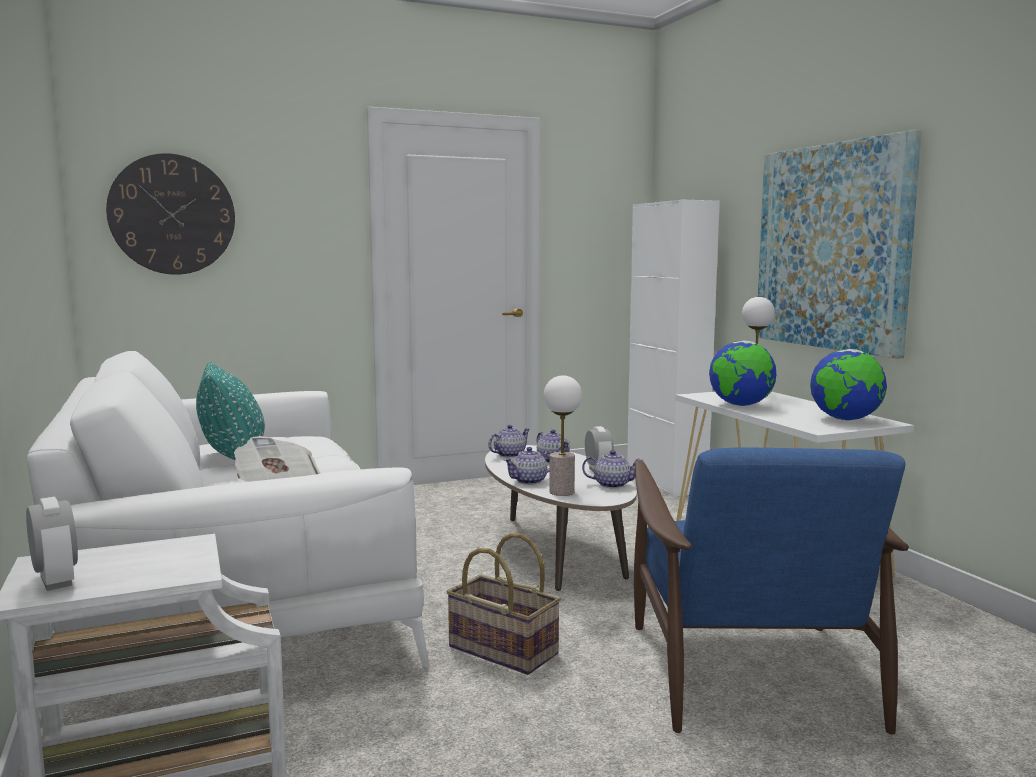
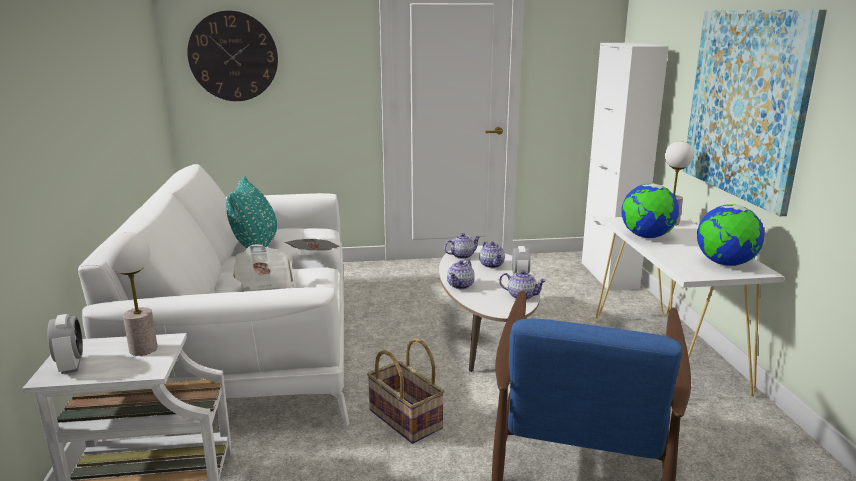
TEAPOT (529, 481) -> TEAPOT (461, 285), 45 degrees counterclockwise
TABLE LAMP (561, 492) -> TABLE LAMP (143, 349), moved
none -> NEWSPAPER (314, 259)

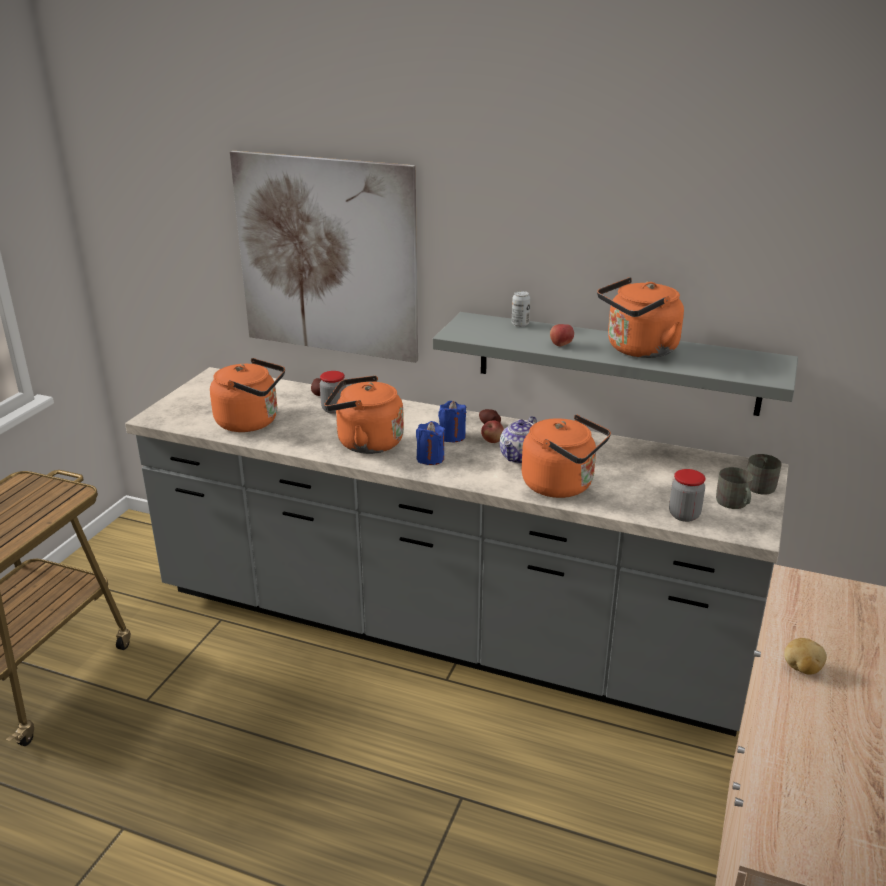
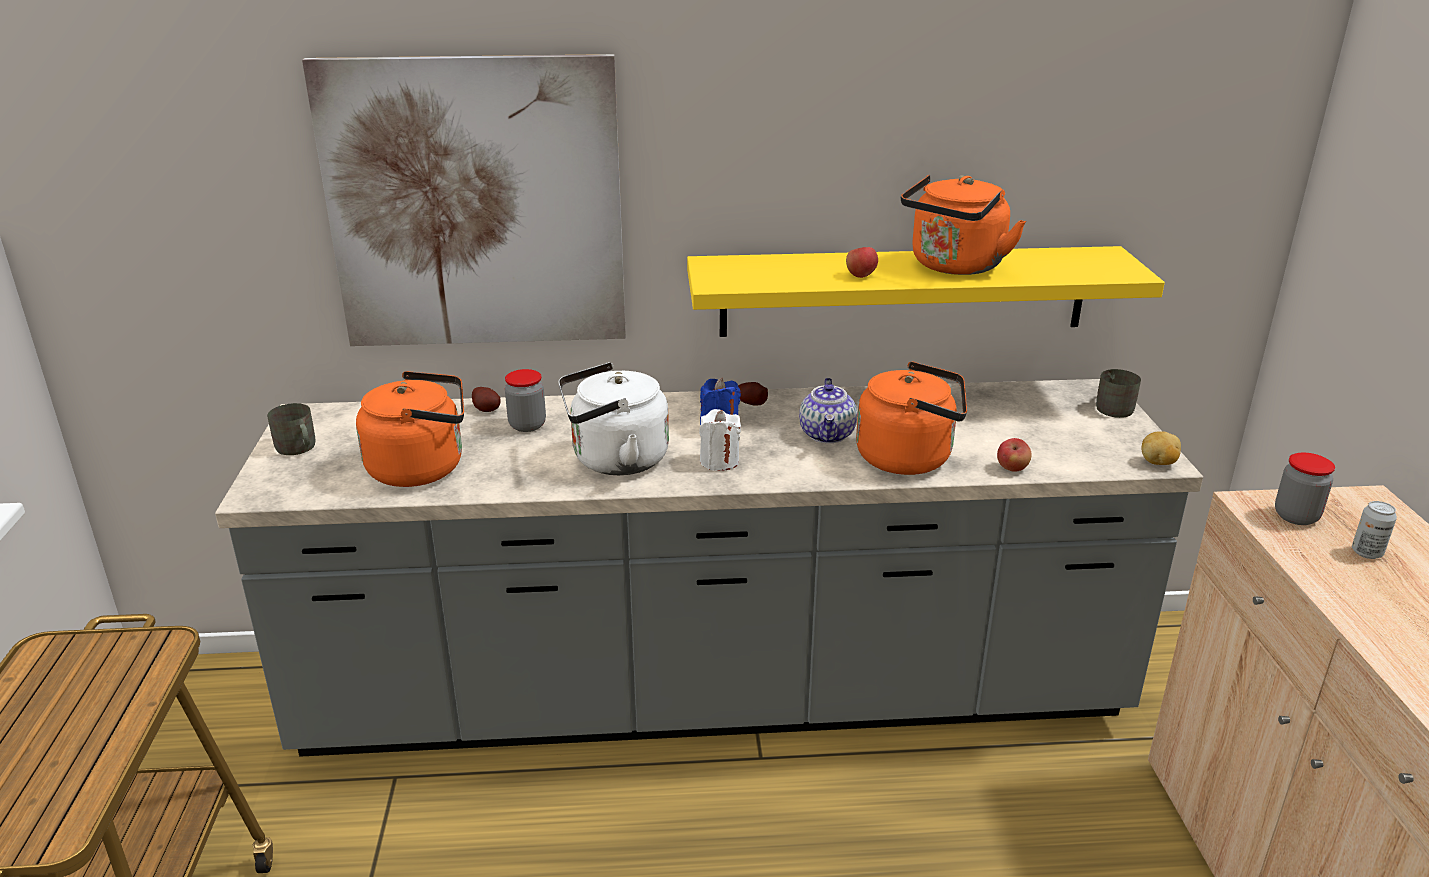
ORANGE TEA KETTLE (365, 443) -> WHITE TEA KETTLE (614, 461)
BLUE-COLOURED WAX CANDLE (430, 458) -> WHITE WAX CANDLE (719, 461)
GREYISH BRACKET SHELF (616, 363) -> YELLOW-COLOURED BRACKET SHELF (903, 291)
APPLE FRUIT (492, 441) -> APPLE FRUIT (1012, 468), moved
METAL CAN (520, 324) -> METAL CAN (1366, 552), moved
STORAGE JAR (684, 515) -> STORAGE JAR (1296, 516), moved
GREYISH COFFEE MUG (733, 503) -> GREYISH COFFEE MUG (298, 448), moved
WHOLE POTATO (802, 669) -> WHOLE POTATO (1158, 463), moved

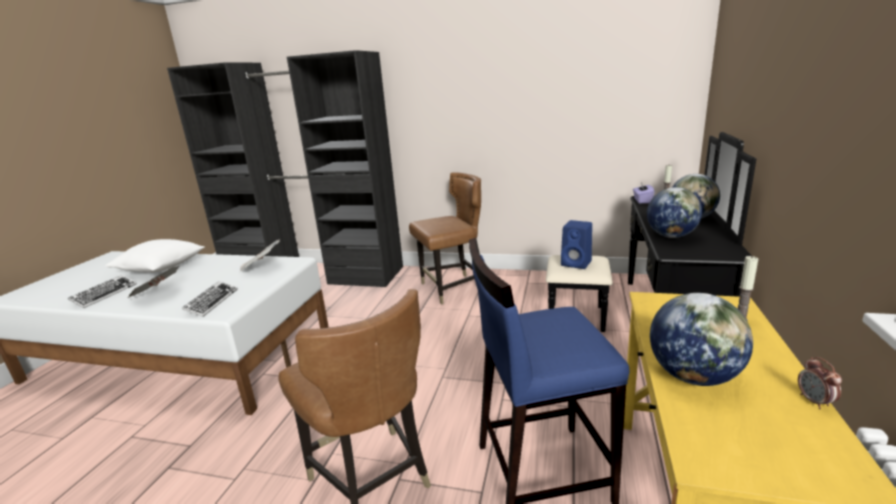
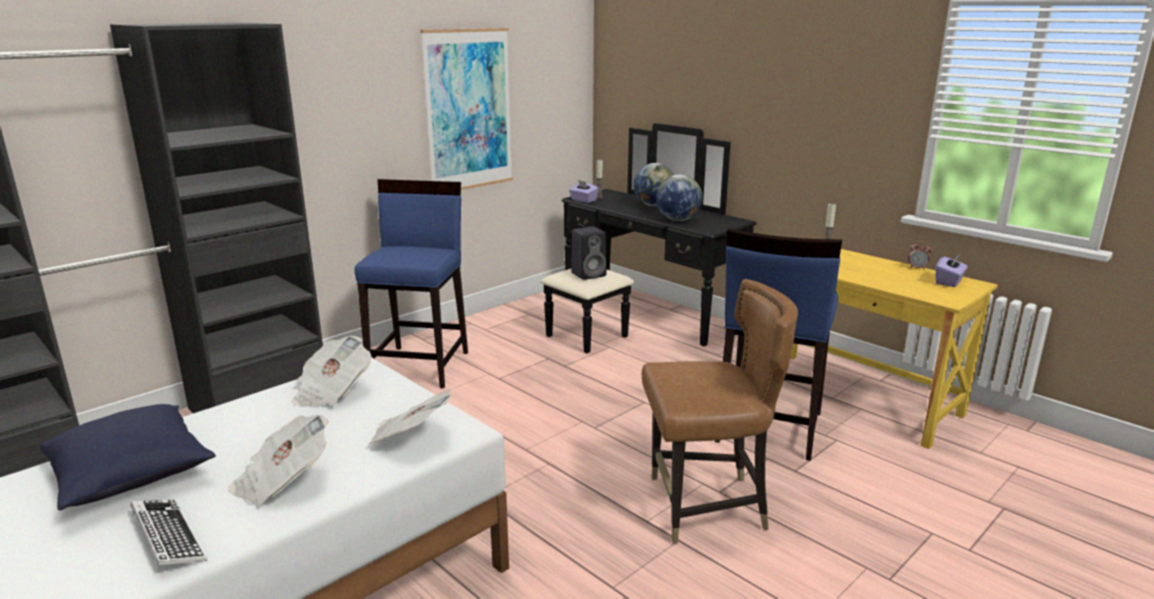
WHITE THROW PILLOW (161, 268) -> BLUE-COLOURED THROW PILLOW (132, 476)
COMPUTER KEYBOARD (212, 302) -> NEWSPAPER (411, 437)
BROWN PLAIN CHAIR (452, 288) -> BLUE-COLOURED SITTING STOOL (420, 366)
BLUE-COLOURED LOUDSPEAKER (577, 263) -> BLACK LOUDSPEAKER (589, 274)
DESK GLOBE (693, 376) -> none
none -> WALL PICTURE (469, 110)
none -> PURPLISH BOX OF TISSUES (949, 282)

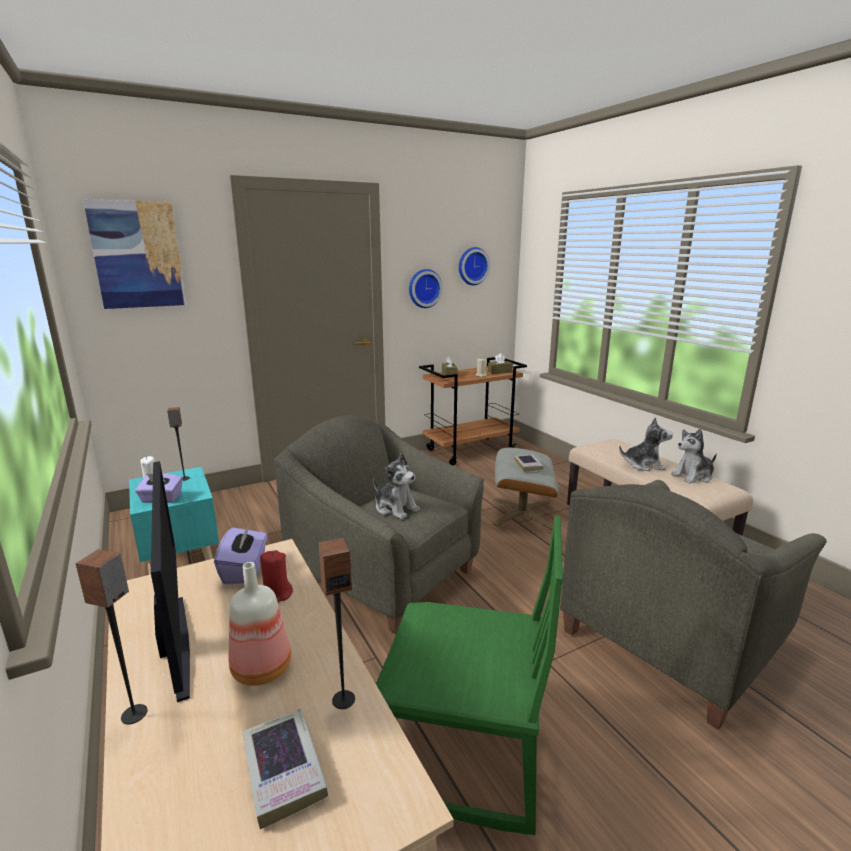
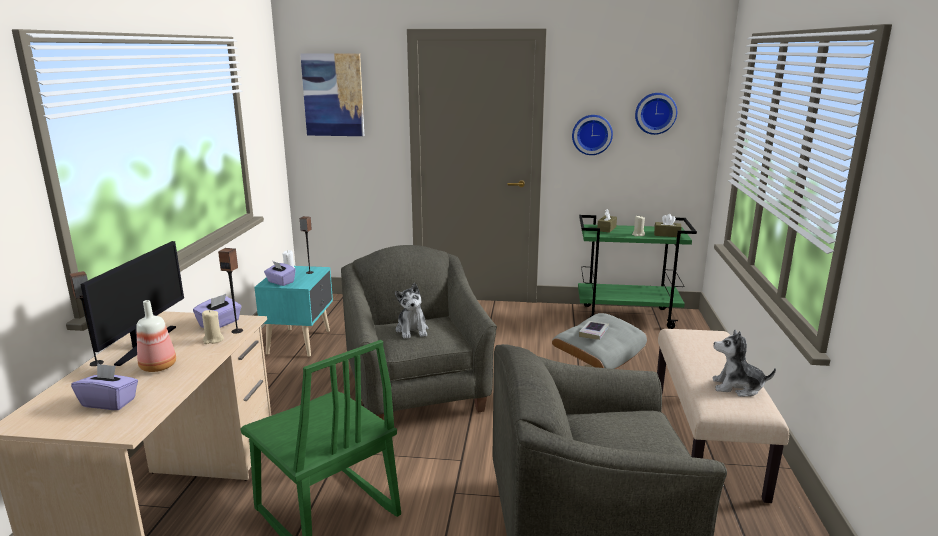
VOLUME (283, 769) -> PURPLISH BOX OF TISSUES (109, 402)
RED WAX CANDLE (276, 595) -> SAND-COLOURED WAX CANDLE (213, 340)
LOUDSPEAKER (343, 699) -> LOUDSPEAKER (237, 331), moved
BROWN CART (471, 450) -> GREENISH CART (627, 316)
SOFT TOY (643, 465) -> none

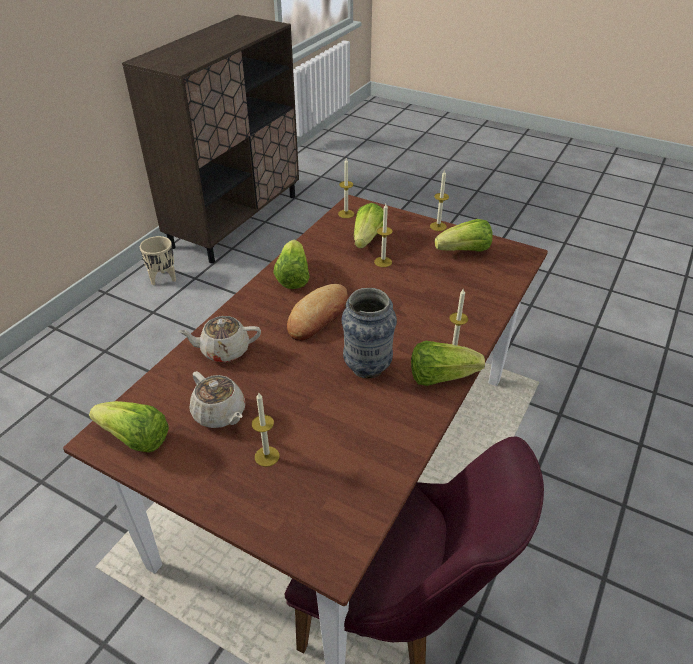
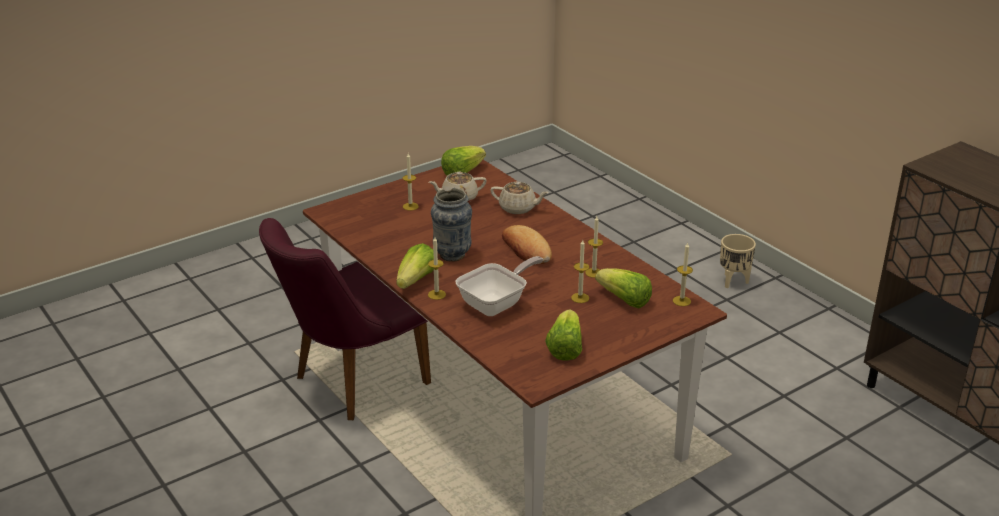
SAND-COLOURED FLOWER POT (164, 279) -> SAND-COLOURED FLOWER POT (733, 281), moved
SAND-COLOURED TEAPOT (224, 350) -> SAND-COLOURED TEAPOT (518, 208), 90 degrees clockwise
LETTUCE HEAD (293, 277) -> none
WAX CANDLE (438, 226) -> WAX CANDLE (594, 273), moved
none -> SKILLET (497, 303)

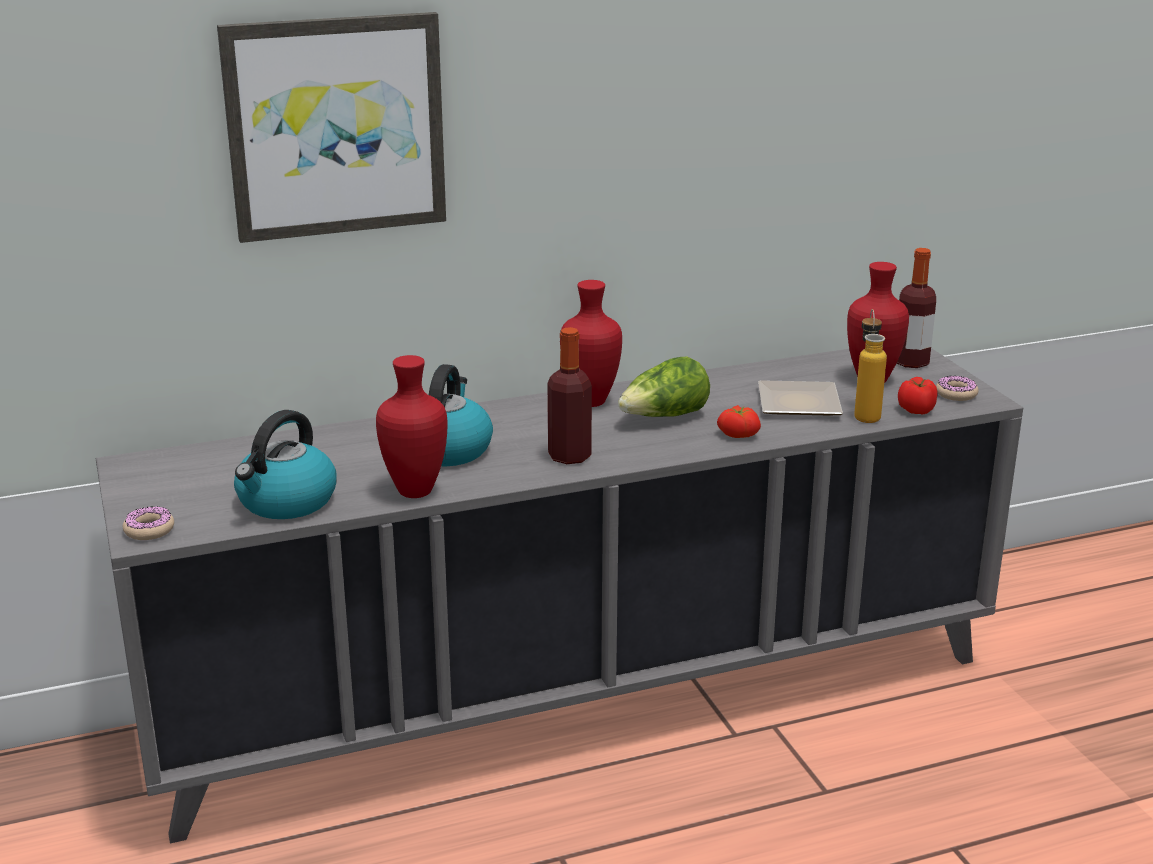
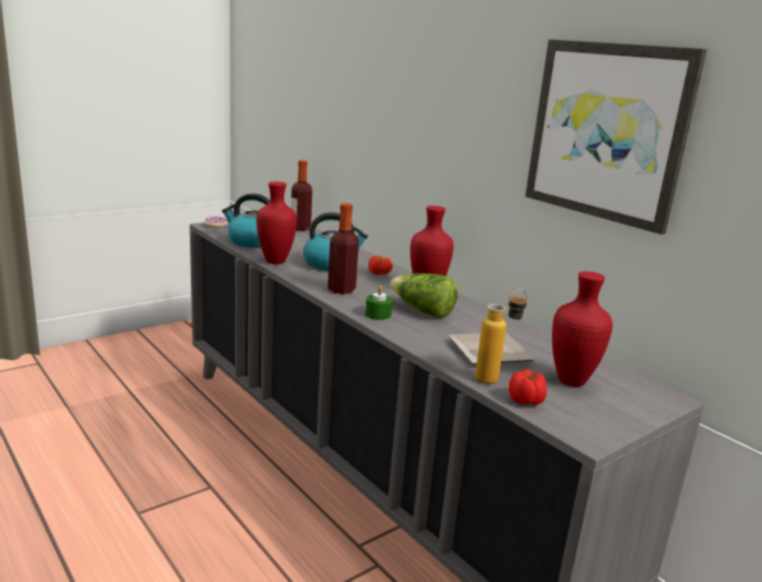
WALL PICTURE (335, 126) -> WALL PICTURE (607, 132), moved
FRESH TOMATO (738, 434) -> FRESH TOMATO (379, 273), moved
BEVERAGE BOTTLE (911, 362) -> BEVERAGE BOTTLE (300, 228), moved
DONUT (956, 394) -> none
none -> GREENISH WAX CANDLE (378, 314)

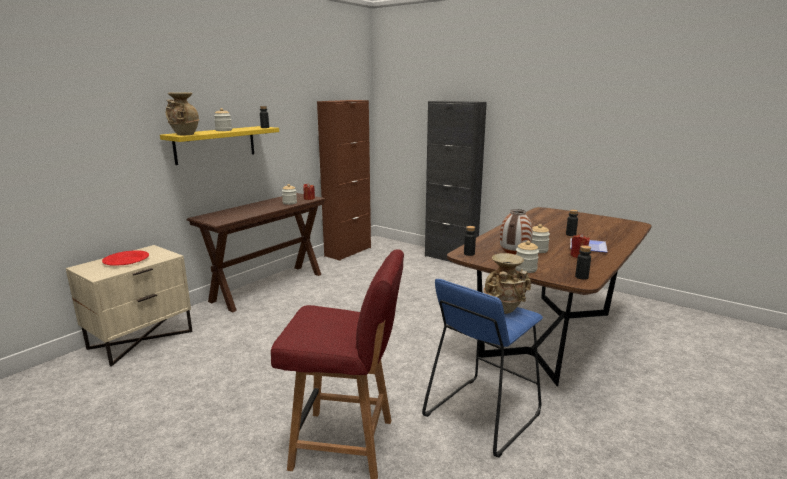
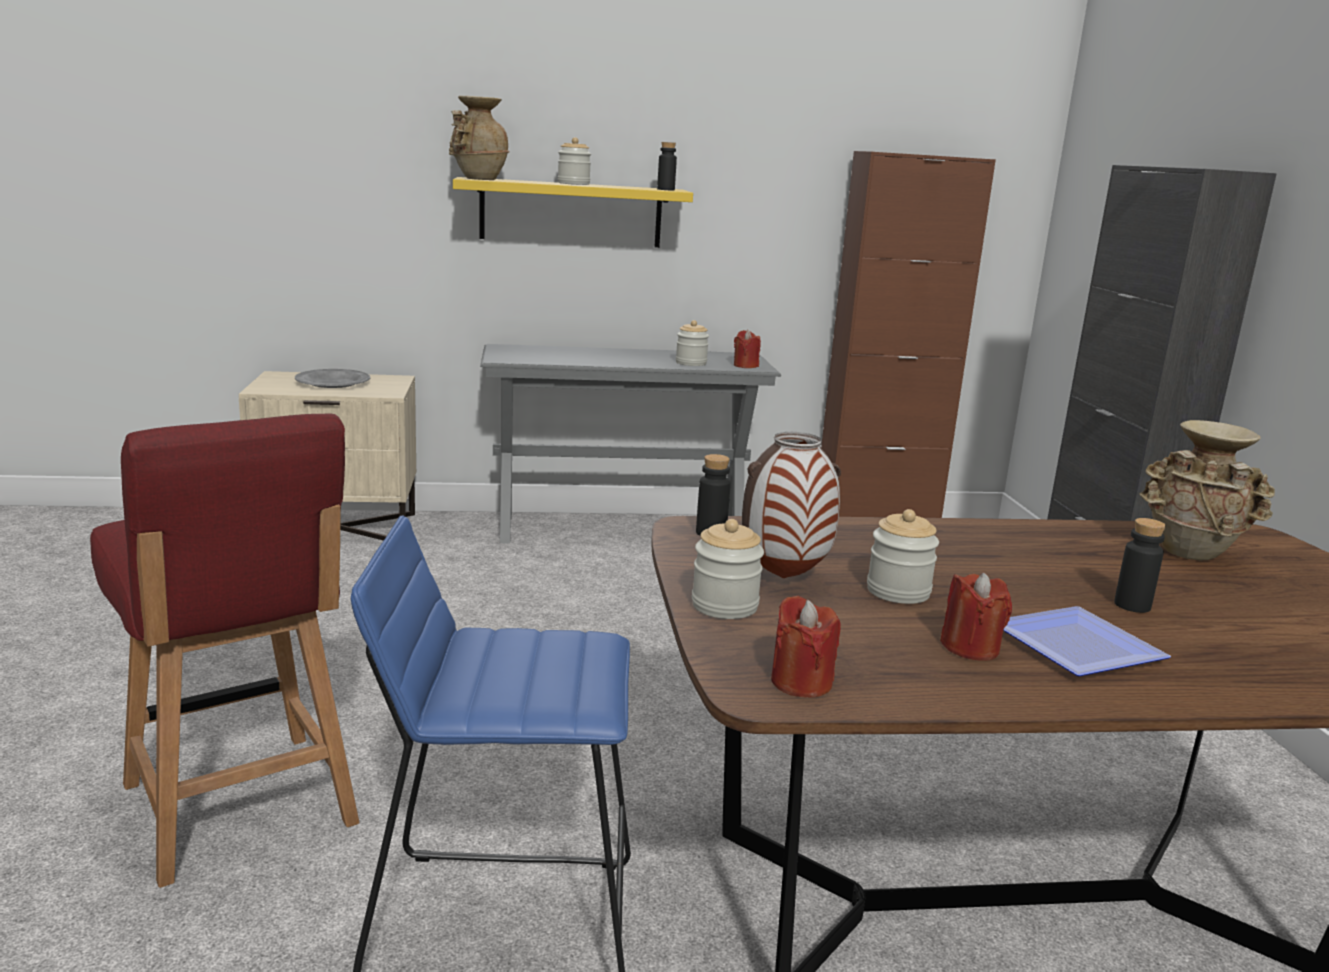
RED FLAT DISH (126, 261) -> GREYISH FLAT DISH (332, 383)
BROWN CONSOLE TABLE (268, 287) -> GREYISH CONSOLE TABLE (621, 530)
SAND-COLOURED FLOWER VASE (504, 310) -> SAND-COLOURED FLOWER VASE (1191, 554), moved
BLACK BEVERAGE BOTTLE (581, 277) -> RED WAX CANDLE (801, 682)

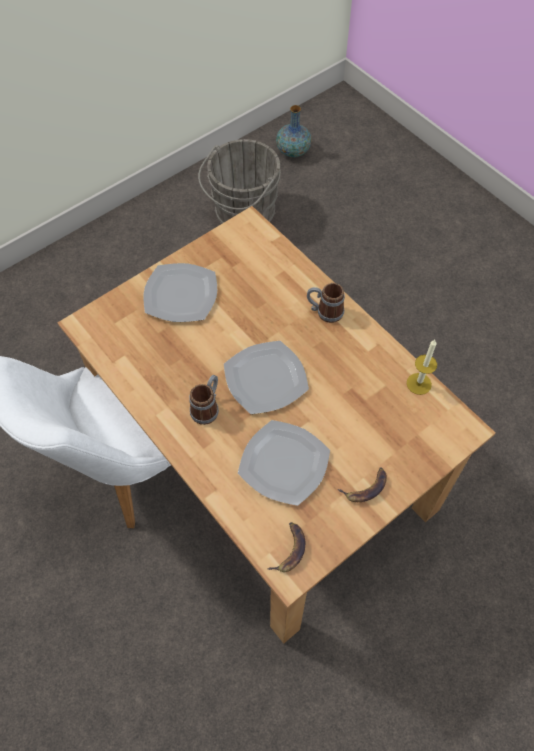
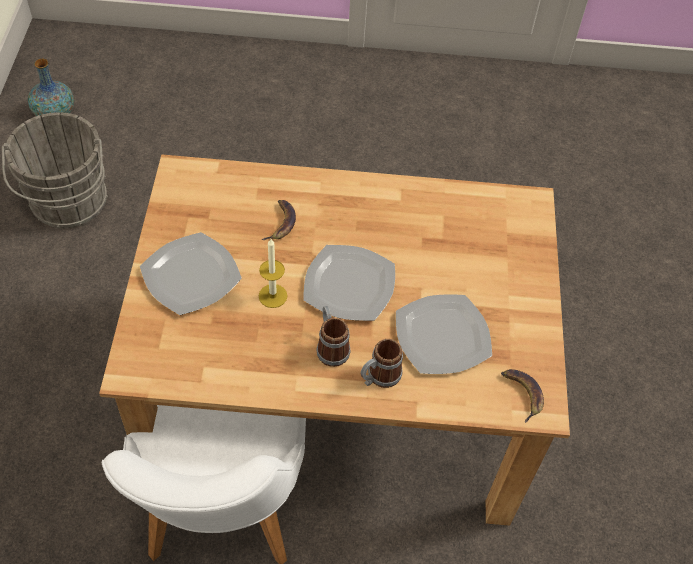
COFFEE MUG (324, 311) -> COFFEE MUG (379, 377), moved
WHOLE BANANA (366, 487) -> WHOLE BANANA (281, 222), moved
WAX CANDLE (419, 383) -> WAX CANDLE (273, 296), moved

